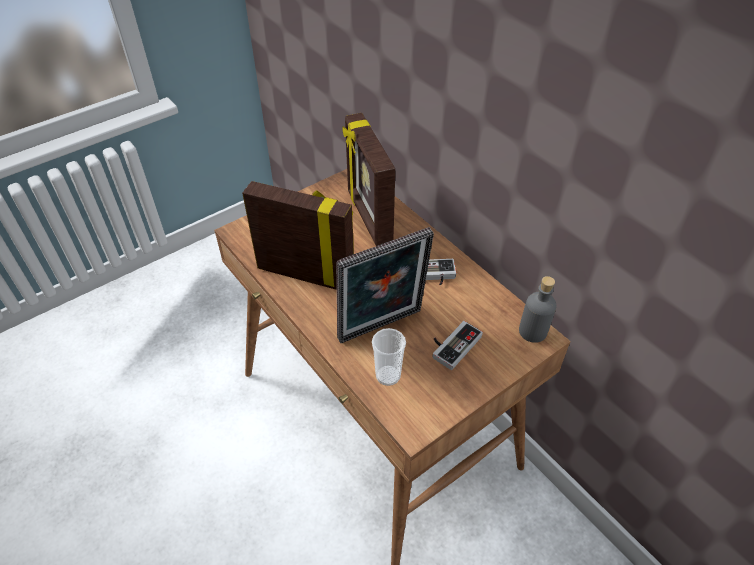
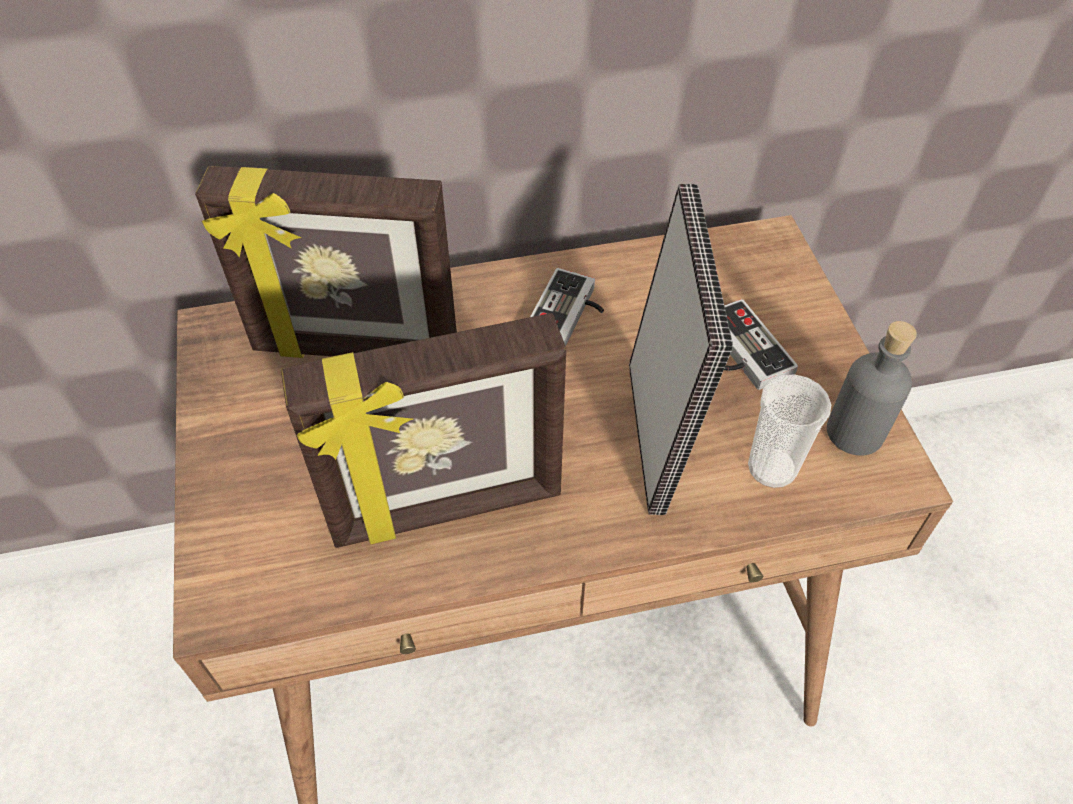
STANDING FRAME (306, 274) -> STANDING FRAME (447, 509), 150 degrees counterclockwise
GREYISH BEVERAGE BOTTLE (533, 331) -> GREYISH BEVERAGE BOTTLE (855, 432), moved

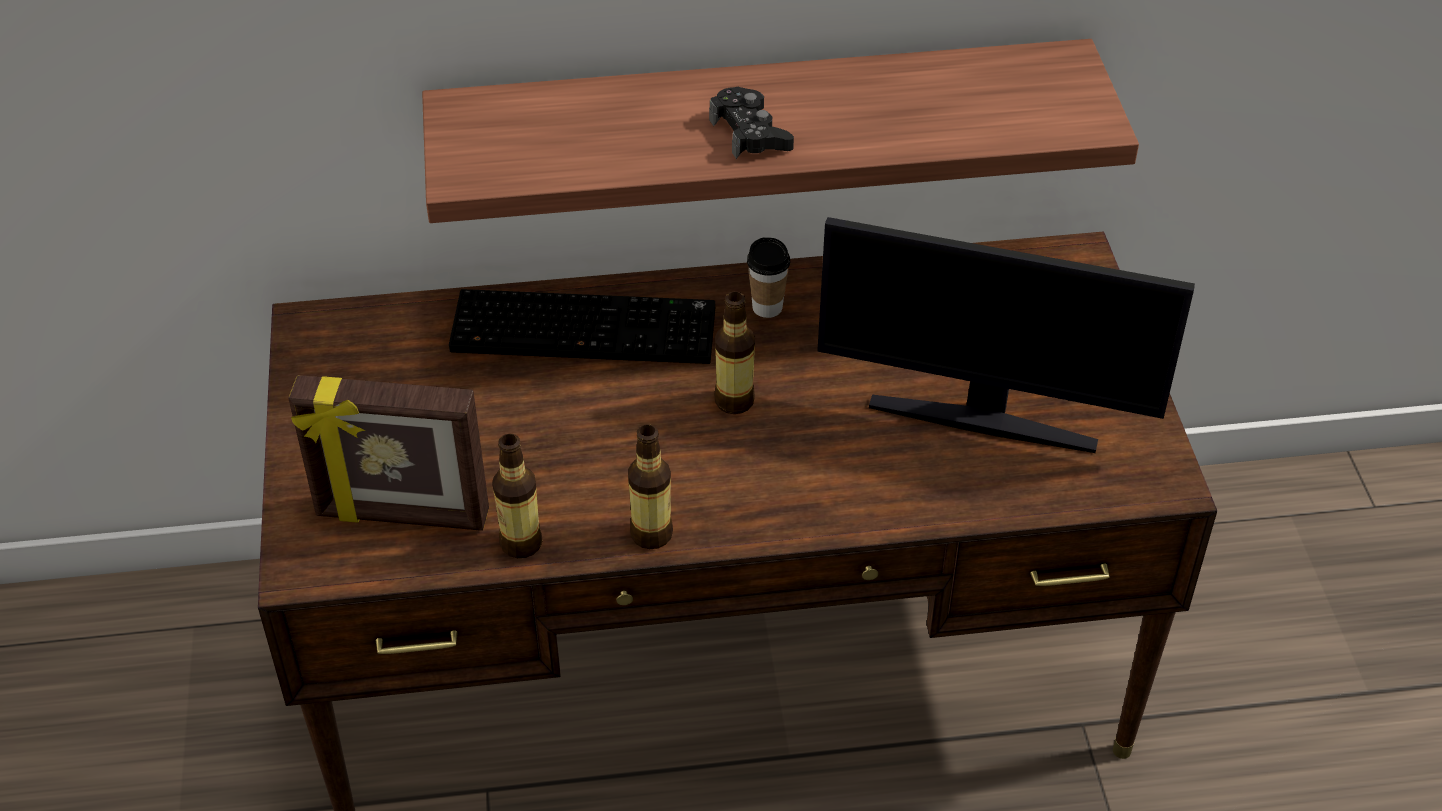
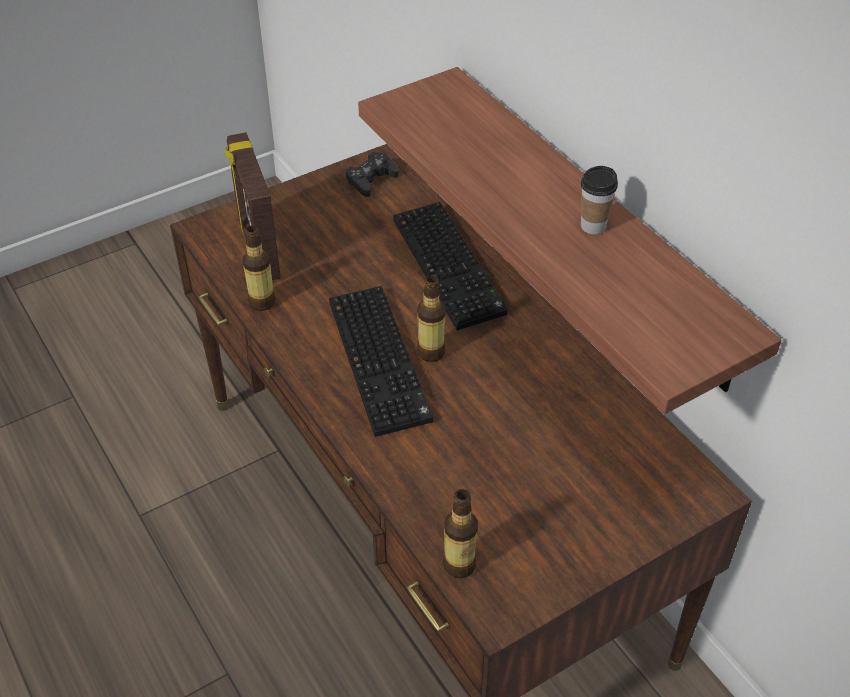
BEVERAGE BOTTLE (651, 534) -> BEVERAGE BOTTLE (459, 565), moved
BLACK JOYPAD (750, 133) -> BLACK JOYPAD (371, 179), moved
DRINKING CUP (767, 307) -> DRINKING CUP (593, 226), moved
COMPUTER SCREEN (983, 419) -> none
none -> COMPUTER KEYBOARD (382, 361)

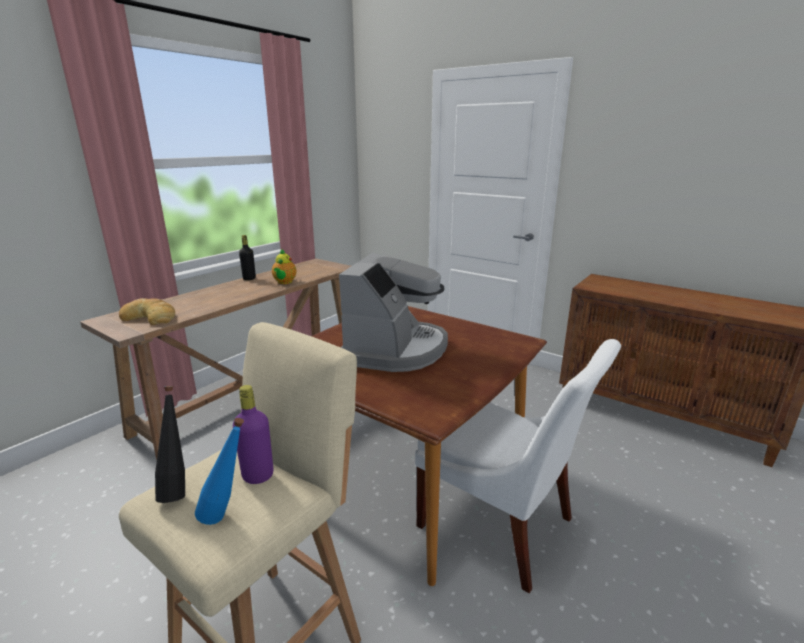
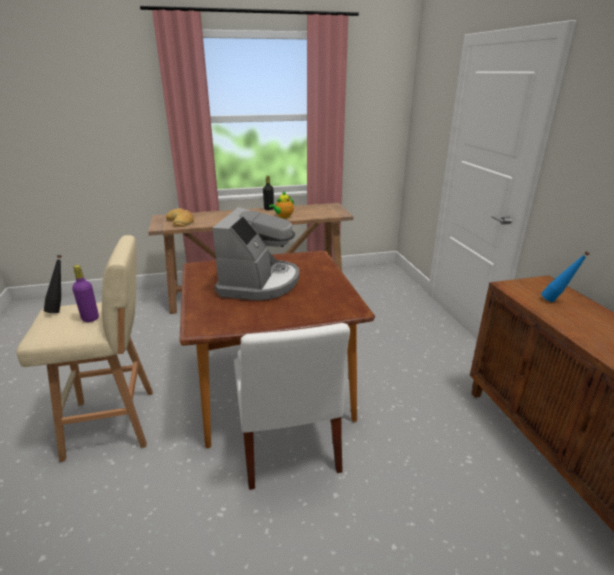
BLUE-COLOURED BEVERAGE BOTTLE (227, 516) -> BLUE-COLOURED BEVERAGE BOTTLE (556, 301), moved
COFFEE MACHINE (396, 349) -> COFFEE MACHINE (259, 283), 45 degrees counterclockwise

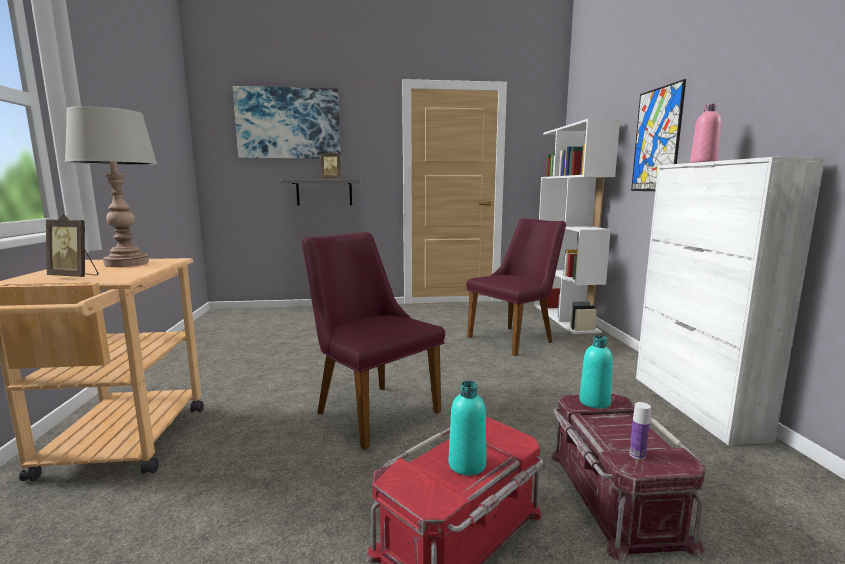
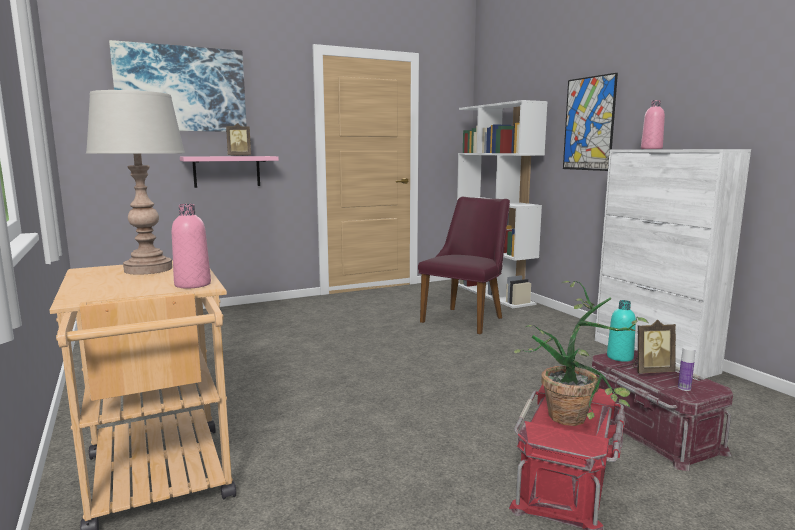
STANDING FRAME (75, 276) -> STANDING FRAME (651, 371), moved
GREYISH BRACKET SHELF (324, 192) -> PINKISH BRACKET SHELF (227, 171)
PURPLISH PLAIN CHAIR (370, 409) -> none
BLUE-GREEN BEVERAGE BOTTLE (467, 465) -> PLANT IN A POT (577, 417)
none -> PINKISH BEVERAGE BOTTLE (192, 284)

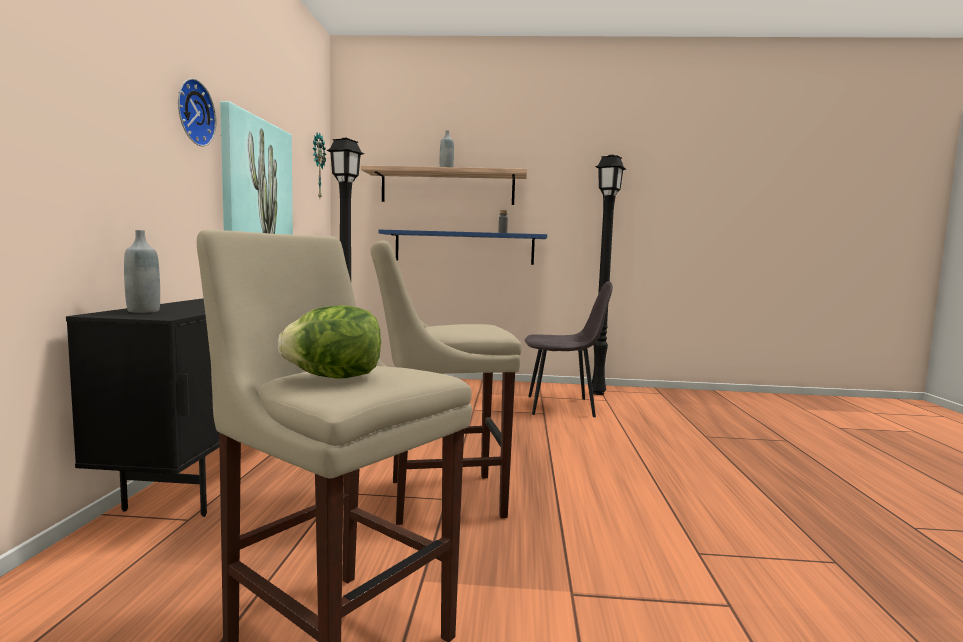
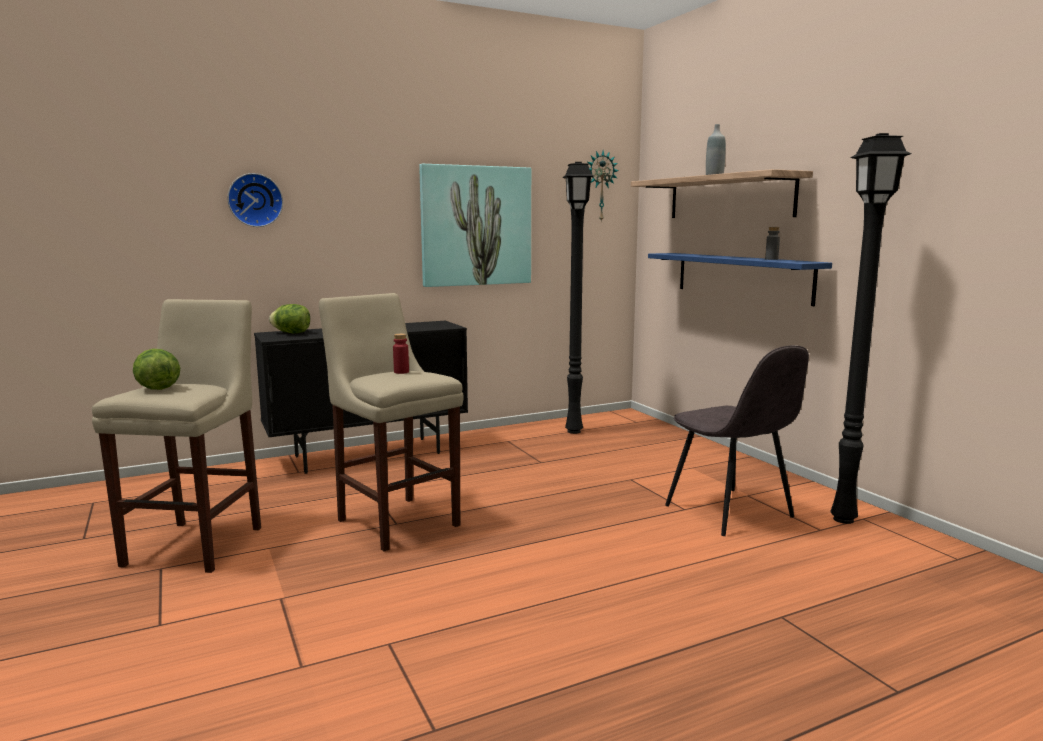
GREYISH BEVERAGE BOTTLE (143, 311) -> LETTUCE HEAD (291, 333)
WALL CLOCK (192, 112) -> WALL CLOCK (255, 200), moved
none -> RED BEVERAGE BOTTLE (401, 372)

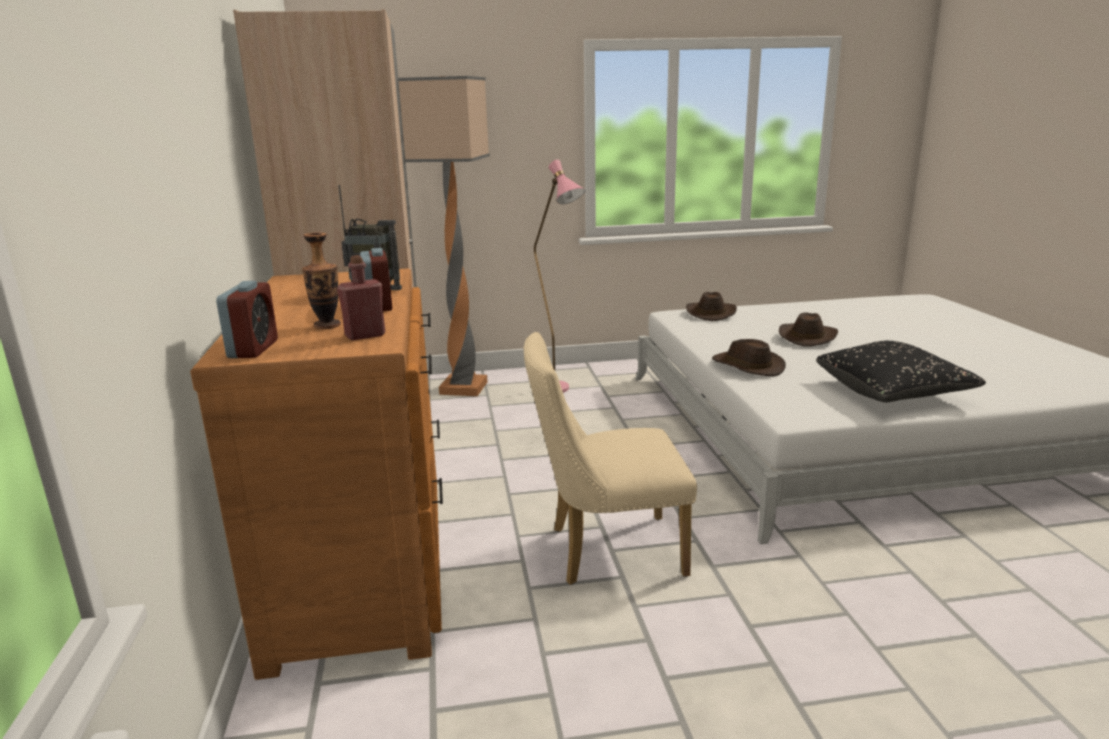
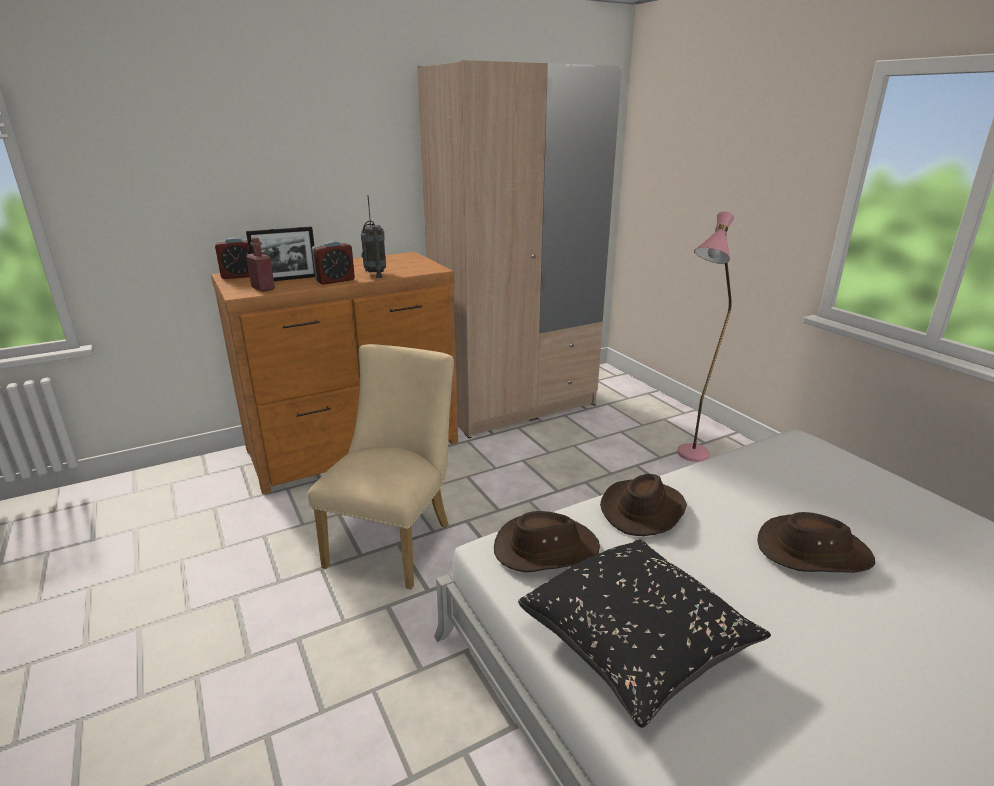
FLOWER VASE (327, 326) -> STANDING FRAME (286, 279)
STANDARD LAMP (464, 388) -> none
SAND-COLOURED PLAIN CHAIR (606, 551) -> SAND-COLOURED PLAIN CHAIR (395, 540), 45 degrees clockwise
BROWN WEARABLE HAT (710, 313) -> BROWN WEARABLE HAT (545, 549), moved

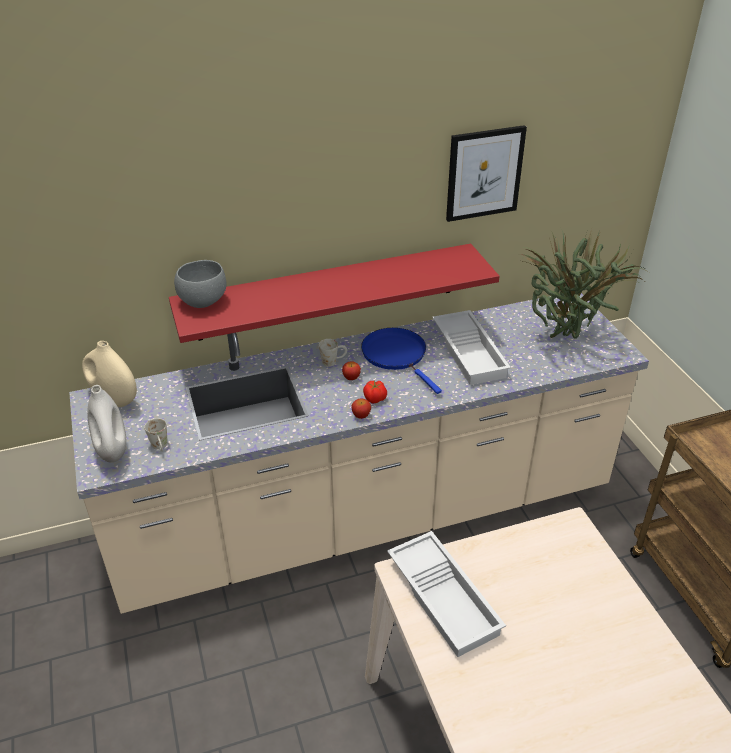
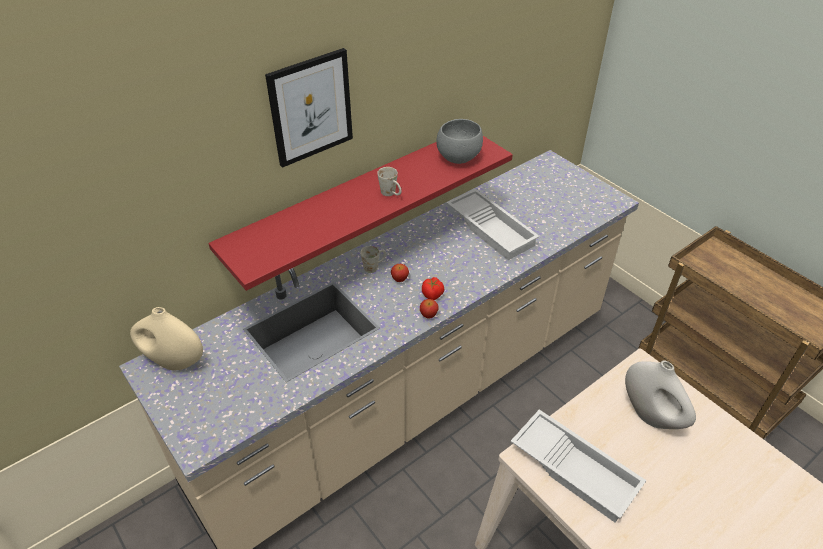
WHITE FLOWER VASE (113, 451) -> WHITE FLOWER VASE (651, 415), moved
WHITE COFFEE MUG (160, 447) -> WHITE COFFEE MUG (391, 194), moved
GREYISH DEEP DISH (202, 301) -> GREYISH DEEP DISH (457, 157), moved
BLUE-COLOURED SKILLET (396, 355) -> none
WALL PICTURE (484, 173) -> WALL PICTURE (311, 108), moved
PLANT IN A POT (568, 339) -> none

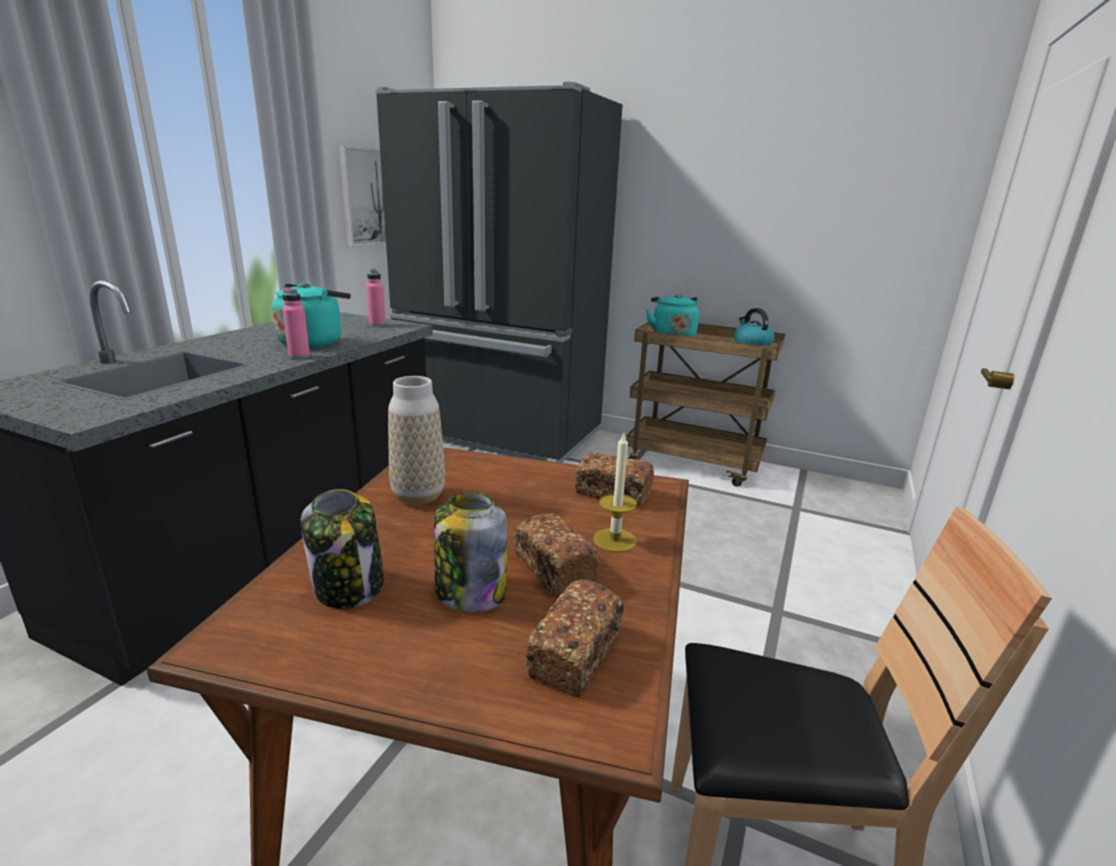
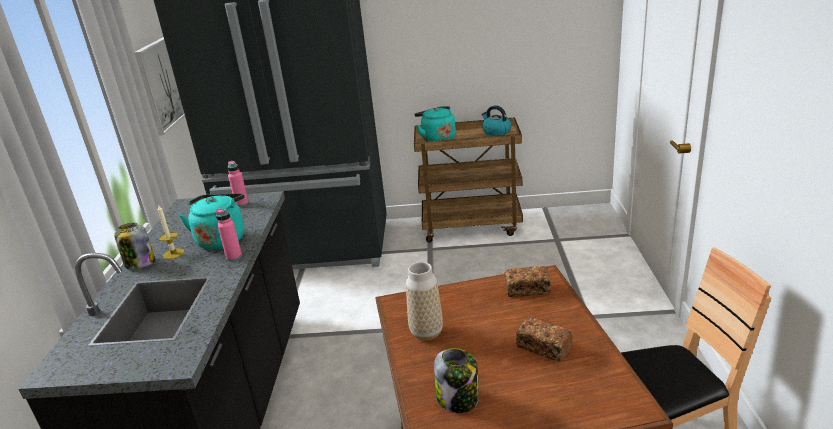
STORAGE JAR (469, 592) -> STORAGE JAR (139, 263), moved
BREAD (576, 655) -> none
WAX CANDLE (614, 540) -> WAX CANDLE (173, 253), moved

